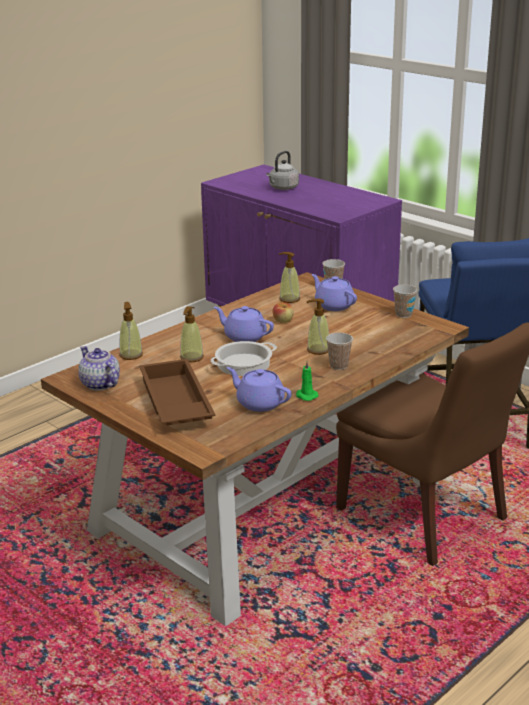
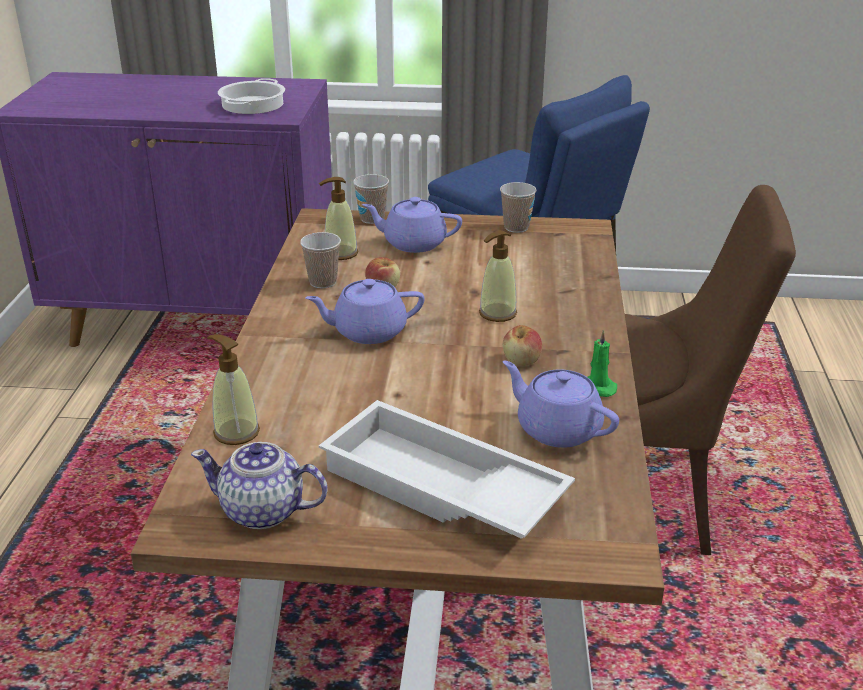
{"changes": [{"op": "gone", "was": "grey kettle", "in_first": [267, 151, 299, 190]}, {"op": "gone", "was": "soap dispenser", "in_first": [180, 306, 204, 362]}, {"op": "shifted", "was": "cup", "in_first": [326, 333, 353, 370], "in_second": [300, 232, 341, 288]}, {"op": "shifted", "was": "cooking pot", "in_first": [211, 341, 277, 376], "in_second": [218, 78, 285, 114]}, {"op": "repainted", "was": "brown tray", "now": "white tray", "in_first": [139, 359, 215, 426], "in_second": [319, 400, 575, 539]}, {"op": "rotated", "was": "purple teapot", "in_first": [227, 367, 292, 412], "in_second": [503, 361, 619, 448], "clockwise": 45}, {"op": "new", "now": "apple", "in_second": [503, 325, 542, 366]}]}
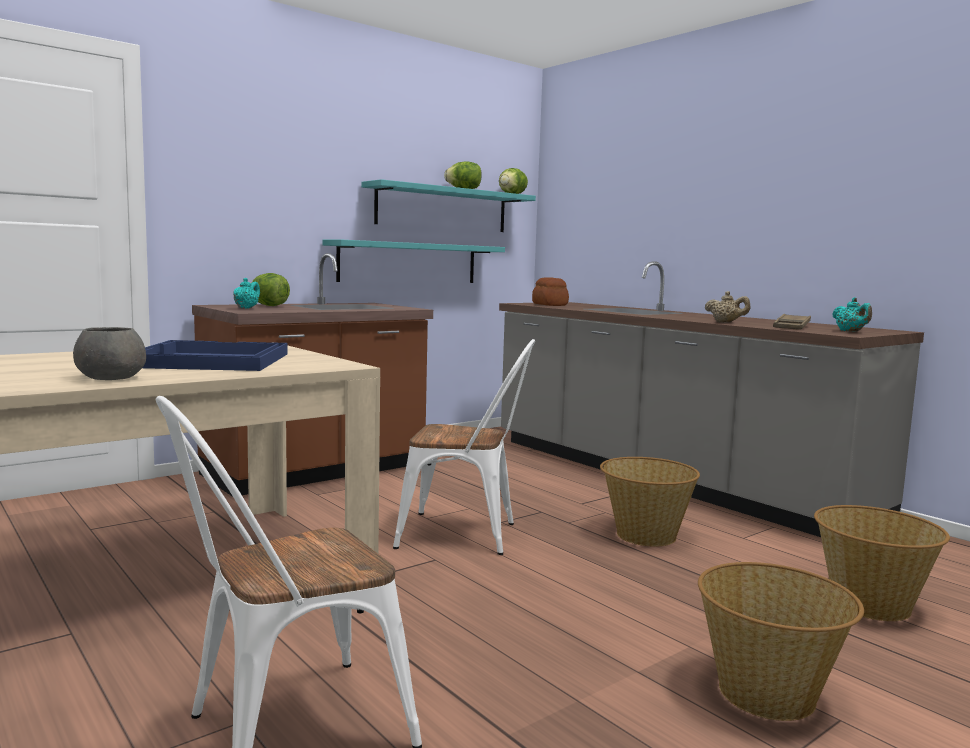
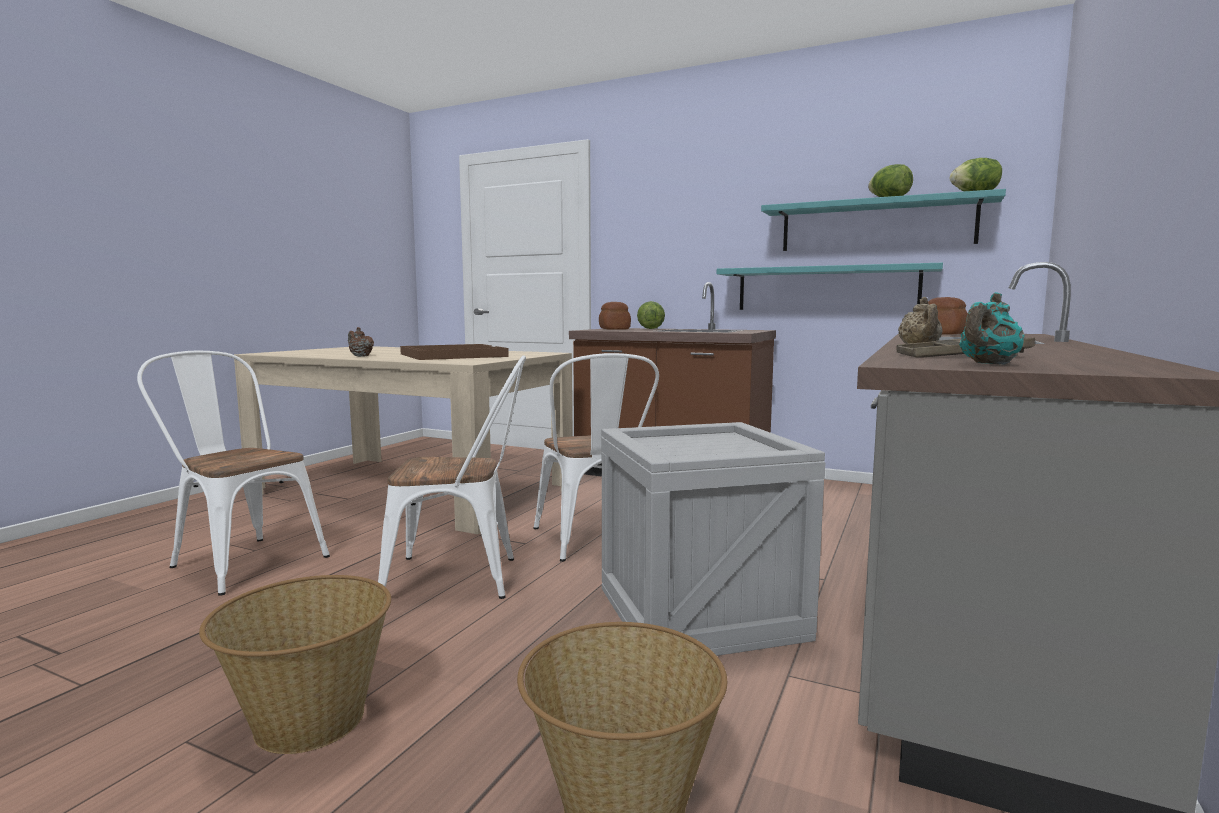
{"changes": [{"op": "swapped", "was": "turquoise teapot", "now": "bread", "in_first": [233, 278, 260, 309], "in_second": [599, 302, 631, 330]}, {"op": "swapped", "was": "grey bowl", "now": "brown teapot", "in_first": [73, 327, 146, 380], "in_second": [348, 327, 374, 357]}, {"op": "repainted", "was": "blue tray", "now": "brown tray", "in_first": [143, 340, 288, 371], "in_second": [400, 344, 509, 360]}, {"op": "swapped", "was": "basket", "now": "crate", "in_first": [600, 457, 700, 547], "in_second": [602, 422, 826, 656]}, {"op": "new", "now": "white chair", "in_second": [378, 356, 526, 599]}]}
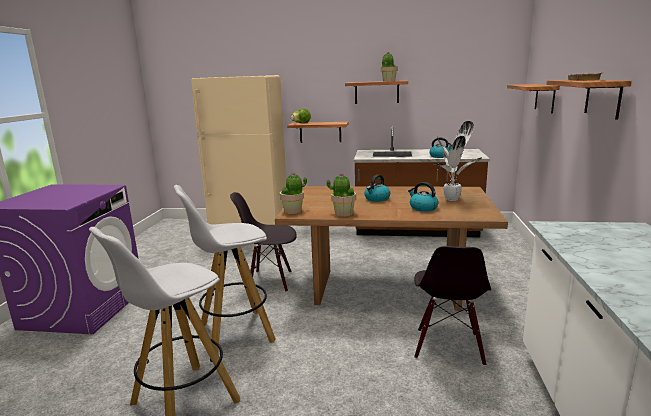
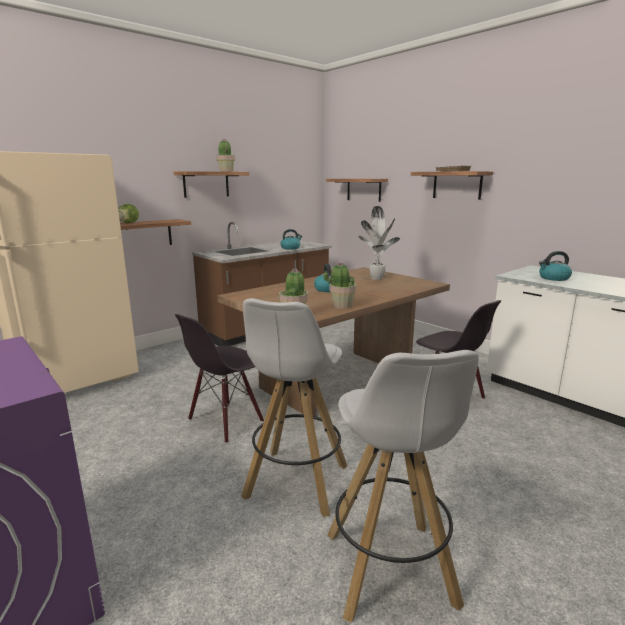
{"changes": [{"op": "shifted", "was": "kettle", "in_first": [408, 182, 439, 212], "in_second": [539, 251, 572, 281]}]}
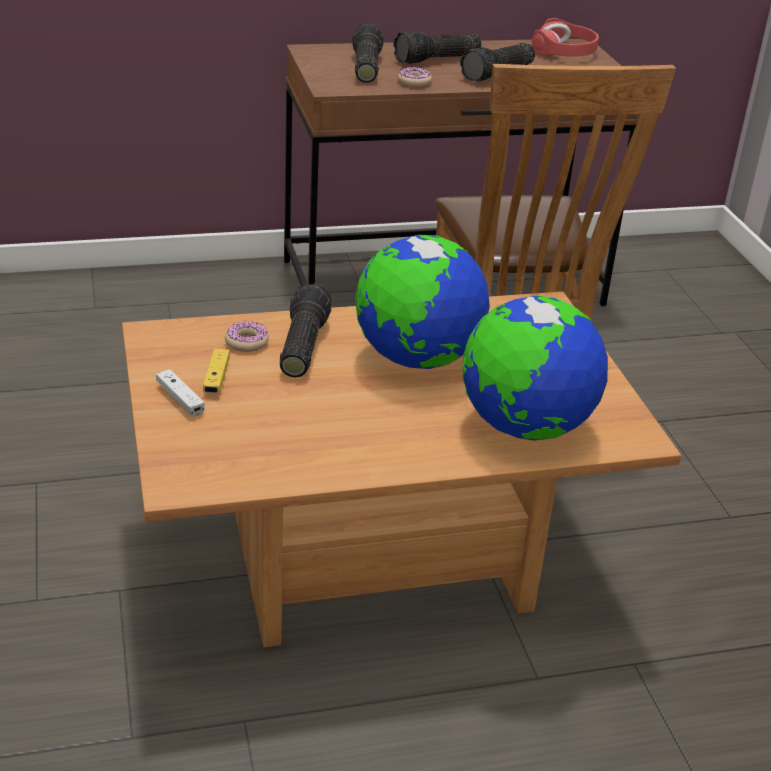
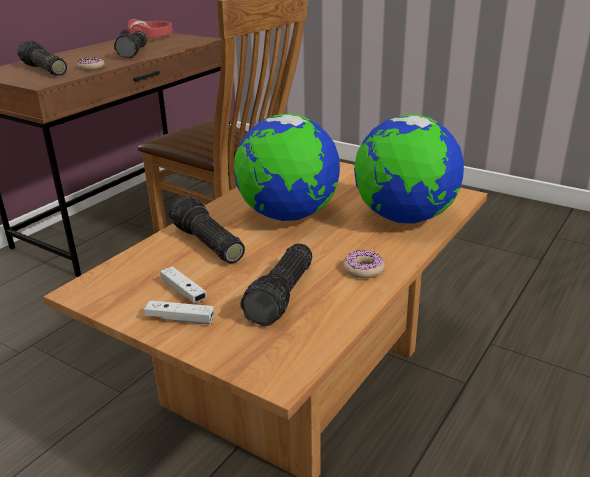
{"changes": [{"op": "shifted", "was": "flashlight", "in_first": [393, 31, 482, 64], "in_second": [240, 243, 312, 326]}, {"op": "shifted", "was": "donut", "in_first": [225, 321, 269, 352], "in_second": [343, 250, 384, 279]}, {"op": "repainted", "was": "yellow game controller", "now": "white game controller", "in_first": [203, 349, 230, 394], "in_second": [160, 266, 207, 303]}]}
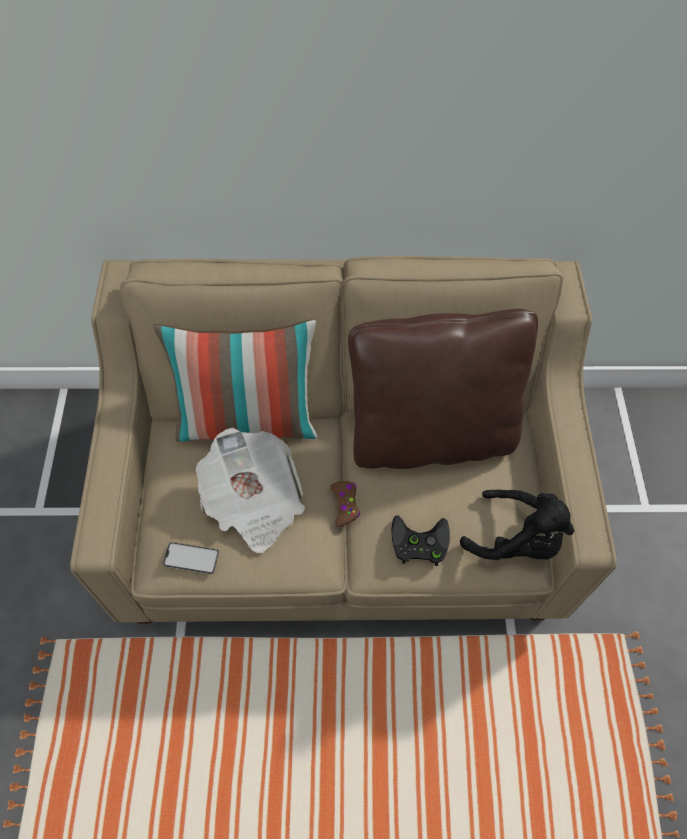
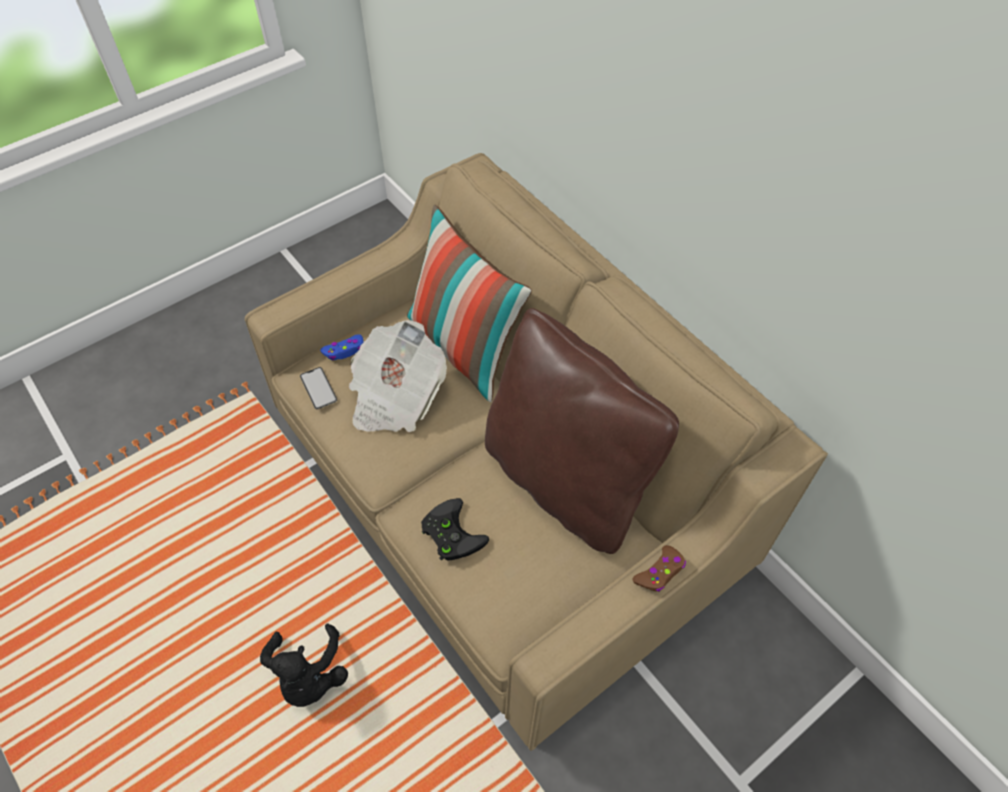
{"changes": [{"op": "shifted", "was": "brown game controller", "in_first": [330, 481, 360, 527], "in_second": [632, 545, 686, 592]}, {"op": "shifted", "was": "black plush toy", "in_first": [460, 490, 574, 560], "in_second": [260, 624, 348, 707]}, {"op": "new", "now": "blue game controller", "in_second": [320, 334, 364, 361]}]}
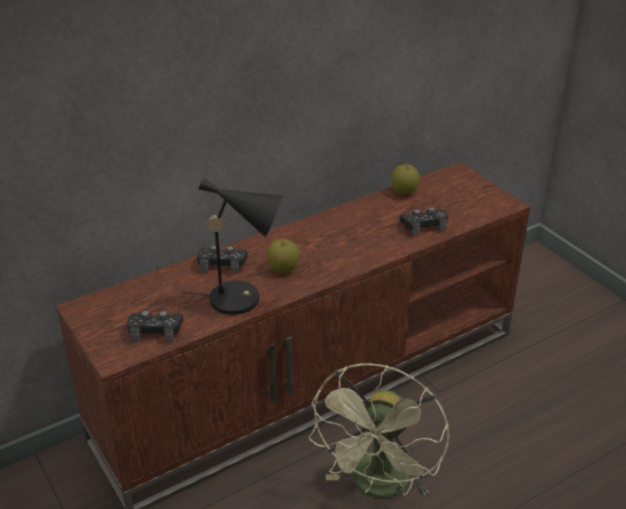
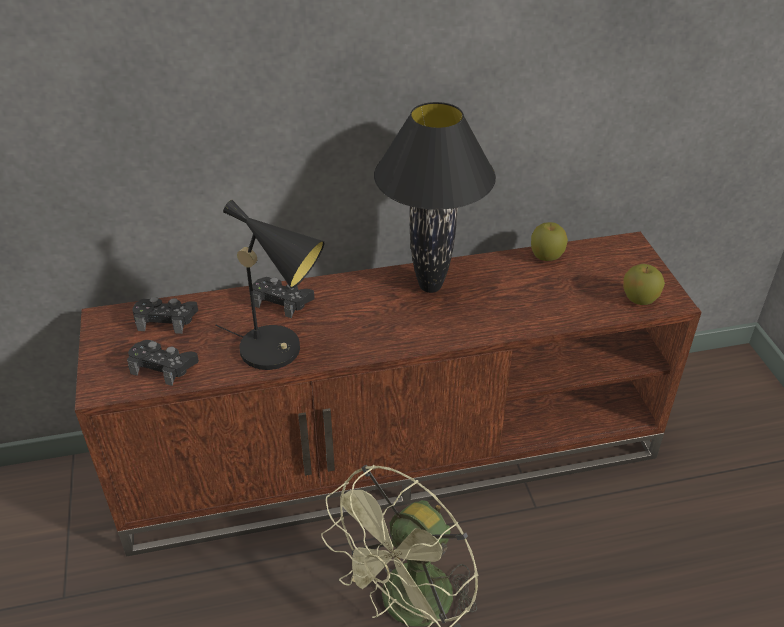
{"changes": [{"op": "shifted", "was": "black game controller", "in_first": [400, 207, 448, 236], "in_second": [132, 297, 198, 334]}, {"op": "shifted", "was": "apple", "in_first": [266, 239, 300, 273], "in_second": [623, 264, 665, 305]}, {"op": "new", "now": "black table lamp", "in_second": [374, 102, 496, 293]}]}
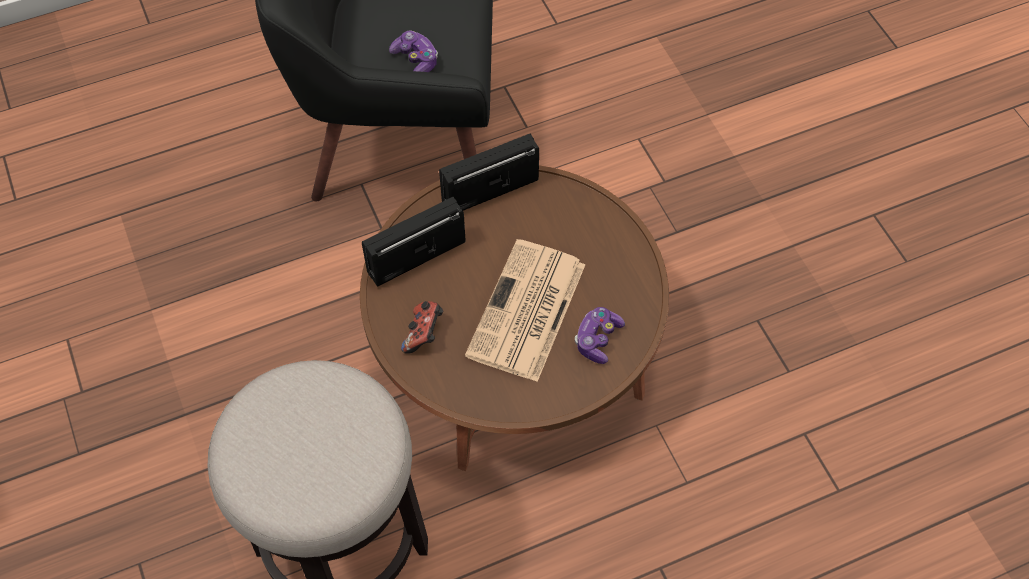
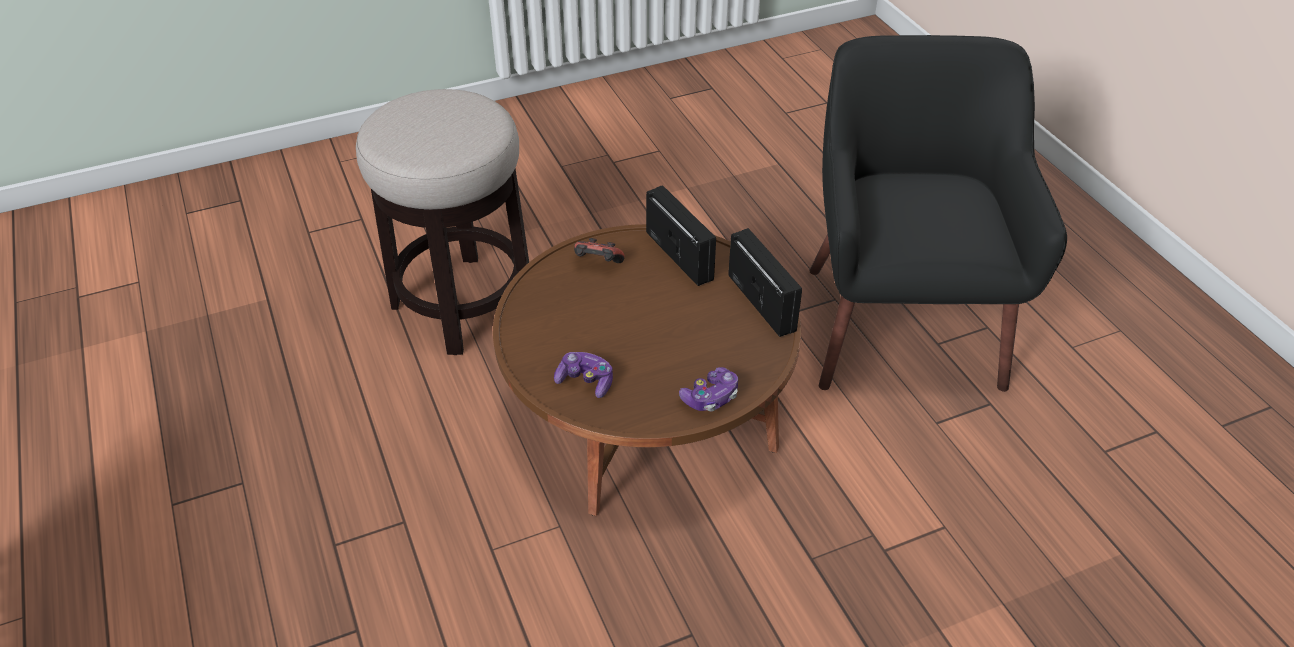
{"changes": [{"op": "shifted", "was": "game controller", "in_first": [389, 31, 438, 72], "in_second": [679, 367, 738, 411]}, {"op": "gone", "was": "newspaper", "in_first": [465, 239, 585, 382]}]}
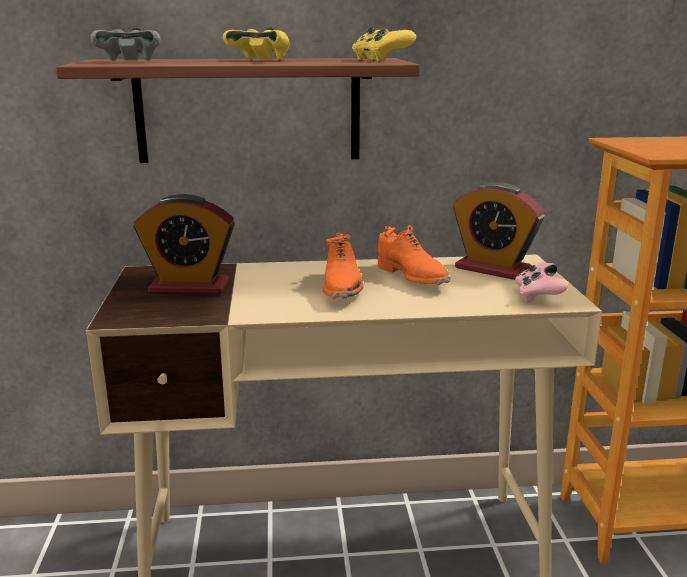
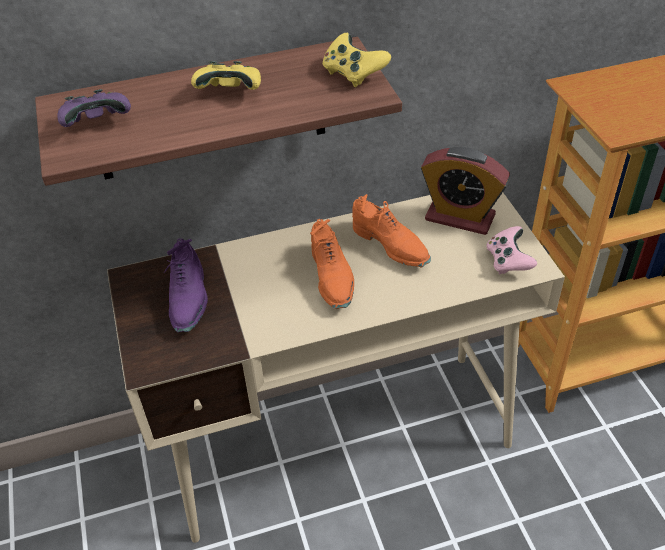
{"changes": [{"op": "repainted", "was": "grey game controller", "now": "purple game controller", "in_first": [90, 28, 161, 61], "in_second": [57, 89, 131, 127]}, {"op": "swapped", "was": "alarm clock", "now": "purple shoe", "in_first": [134, 194, 235, 294], "in_second": [164, 238, 208, 332]}]}
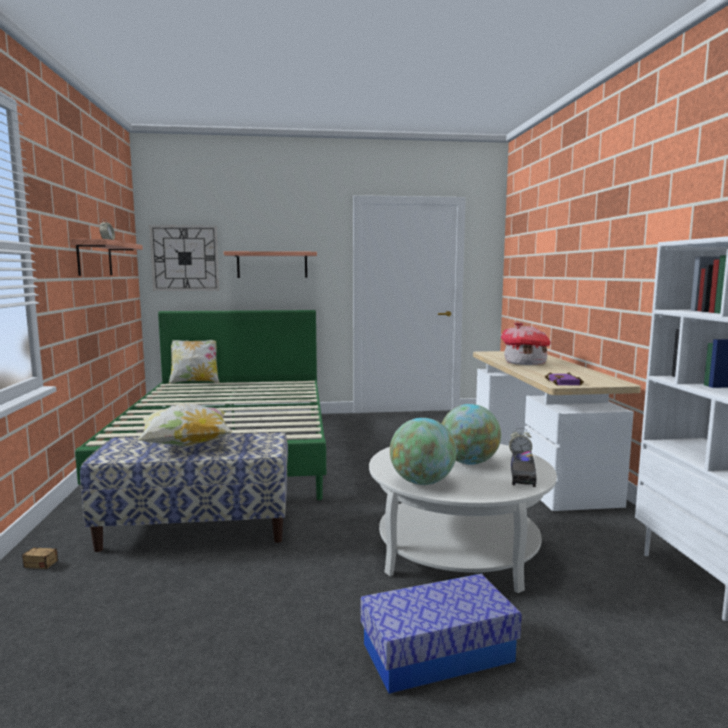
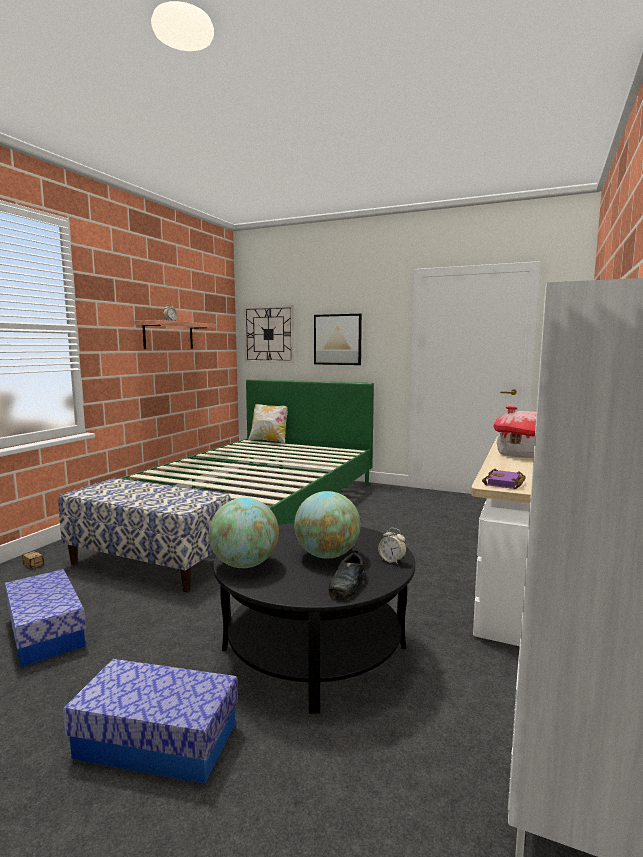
{"changes": [{"op": "swapped", "was": "shelf", "now": "picture", "in_first": [224, 251, 317, 278], "in_second": [314, 314, 362, 365]}, {"op": "gone", "was": "pillow", "in_first": [138, 404, 233, 446]}, {"op": "repainted", "was": "white coffee table", "now": "black coffee table", "in_first": [369, 444, 557, 593], "in_second": [213, 523, 415, 713]}, {"op": "swapped", "was": "toy truck", "now": "black shoe", "in_first": [511, 451, 537, 487], "in_second": [328, 550, 364, 600]}, {"op": "new", "now": "storage box", "in_second": [5, 569, 86, 667]}]}
